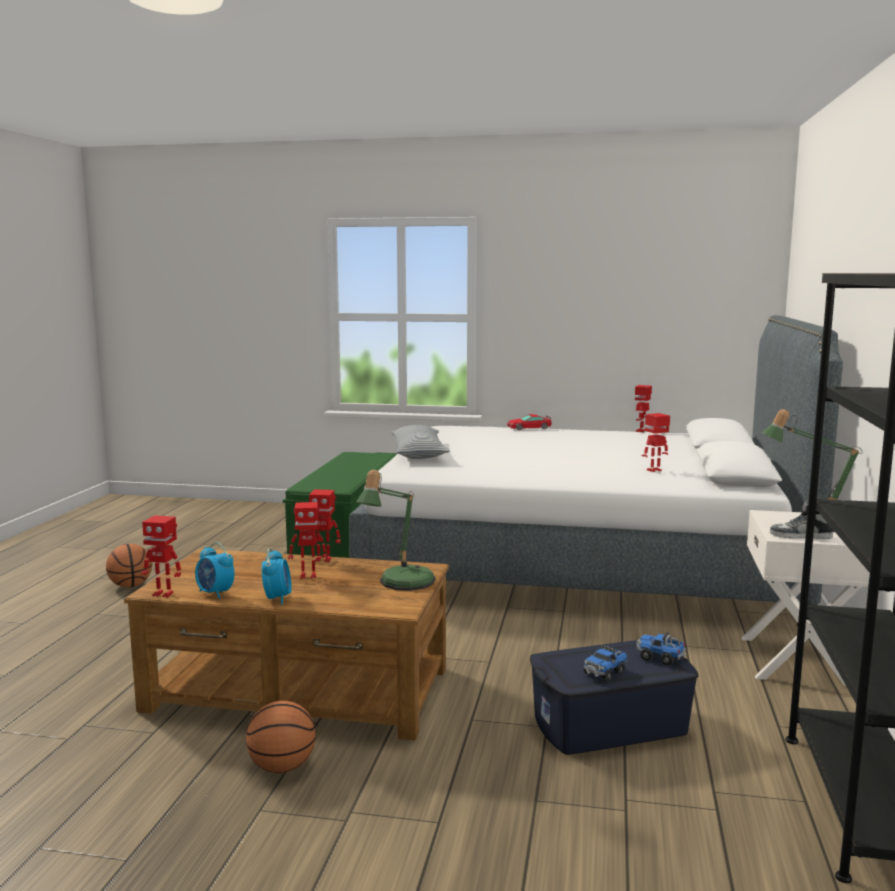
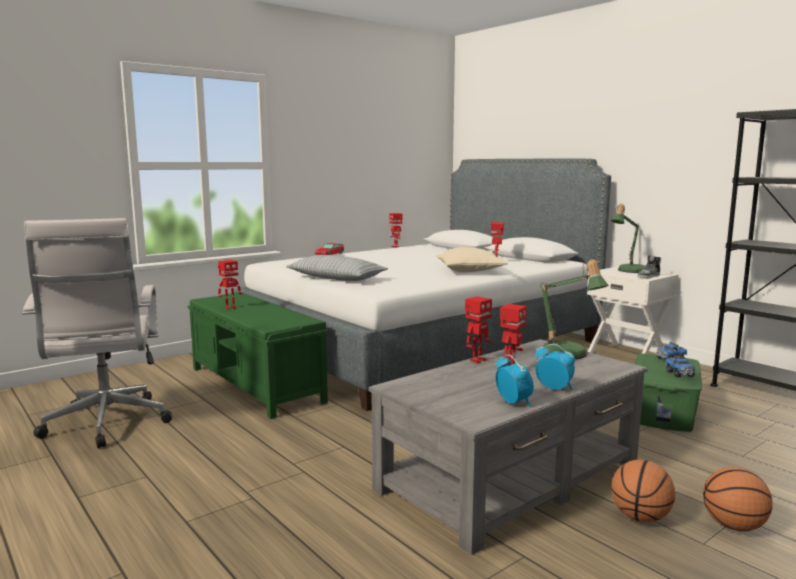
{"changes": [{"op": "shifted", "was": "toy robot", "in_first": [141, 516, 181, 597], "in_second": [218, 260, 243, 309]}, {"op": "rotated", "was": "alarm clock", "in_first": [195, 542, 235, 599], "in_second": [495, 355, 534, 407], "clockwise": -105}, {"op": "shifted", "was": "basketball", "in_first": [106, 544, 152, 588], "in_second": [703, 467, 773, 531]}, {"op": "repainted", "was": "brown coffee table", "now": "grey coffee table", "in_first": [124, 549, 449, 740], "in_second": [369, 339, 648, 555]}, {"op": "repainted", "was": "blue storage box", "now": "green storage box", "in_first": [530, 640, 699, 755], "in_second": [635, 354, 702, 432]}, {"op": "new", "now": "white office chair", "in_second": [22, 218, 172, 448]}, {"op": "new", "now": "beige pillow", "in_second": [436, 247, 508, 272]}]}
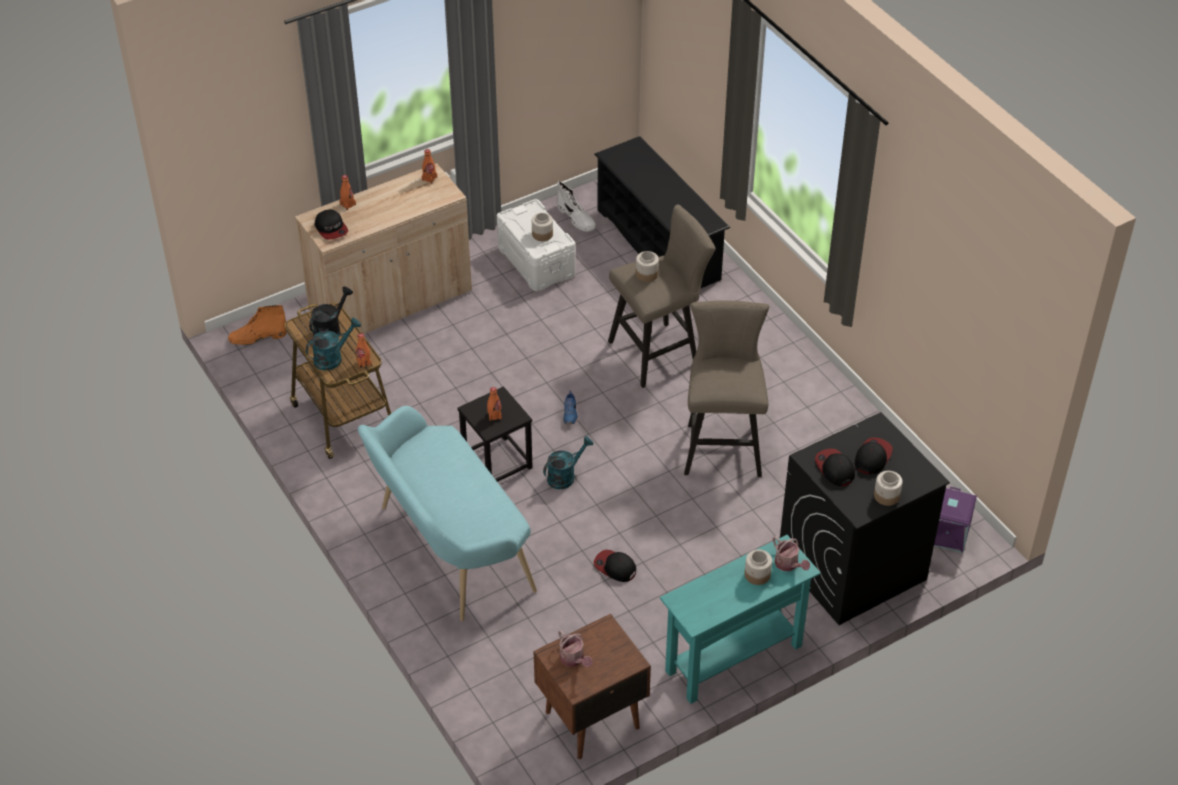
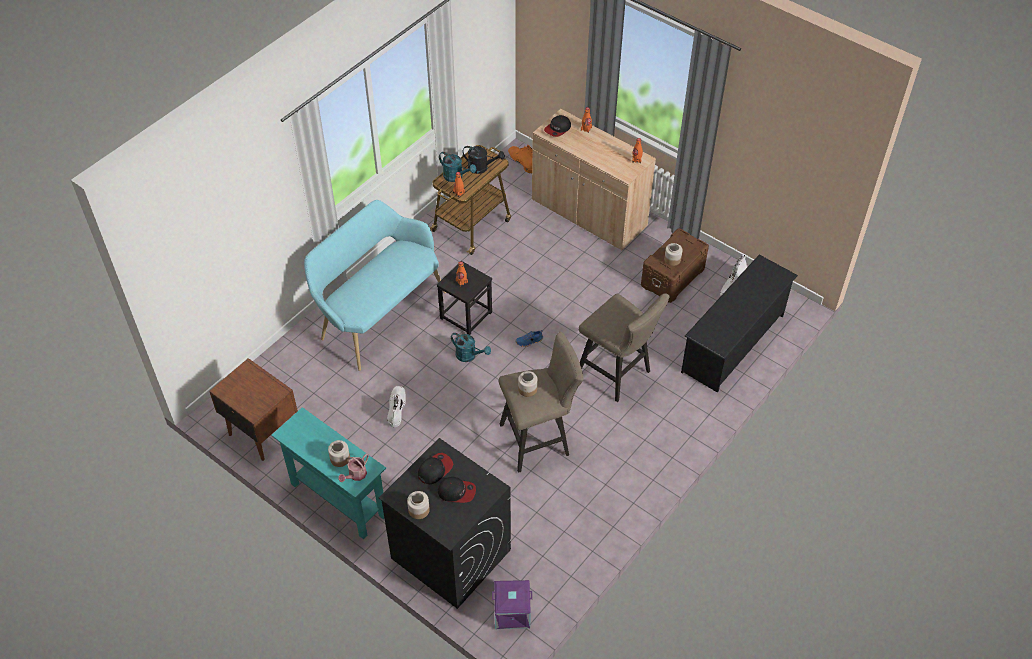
{"changes": [{"op": "repainted", "was": "white storage box", "now": "brown storage box", "in_first": [497, 199, 575, 291], "in_second": [641, 228, 709, 303]}, {"op": "shifted", "was": "jar", "in_first": [636, 251, 659, 282], "in_second": [518, 371, 538, 397]}, {"op": "swapped", "was": "cap", "now": "white boot", "in_first": [594, 550, 636, 582], "in_second": [387, 386, 406, 427]}, {"op": "gone", "was": "watering can", "in_first": [558, 630, 592, 667]}]}
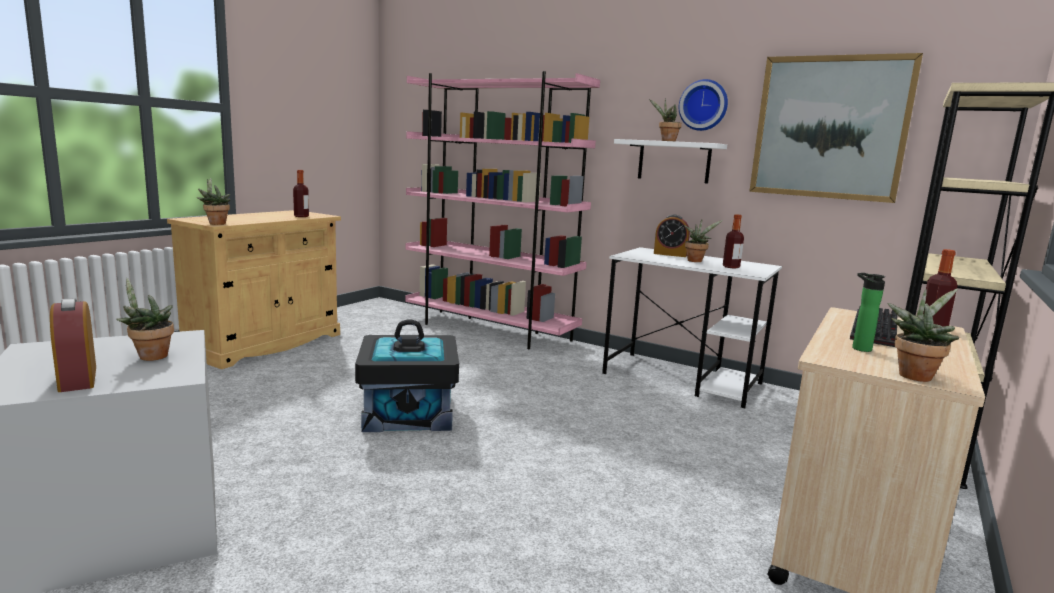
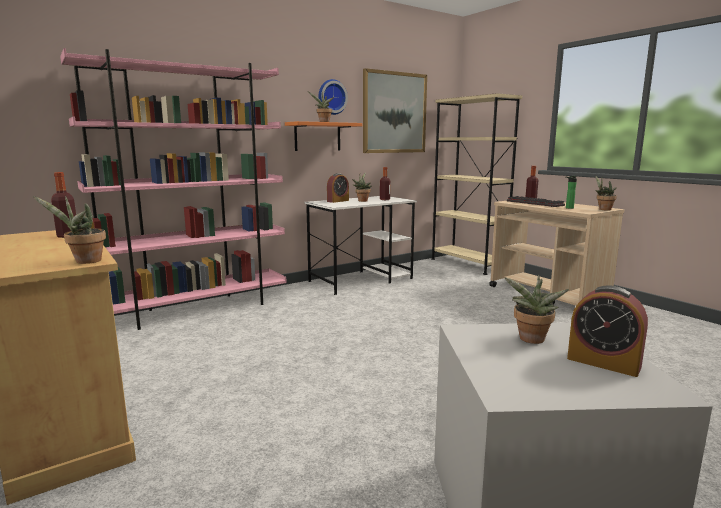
{"changes": [{"op": "repainted", "was": "white shelf", "now": "orange shelf", "in_first": [614, 139, 727, 184], "in_second": [285, 121, 362, 151]}, {"op": "rotated", "was": "alarm clock", "in_first": [50, 298, 96, 392], "in_second": [567, 285, 648, 377], "clockwise": 45}, {"op": "gone", "was": "black storage box", "in_first": [355, 319, 459, 432]}]}
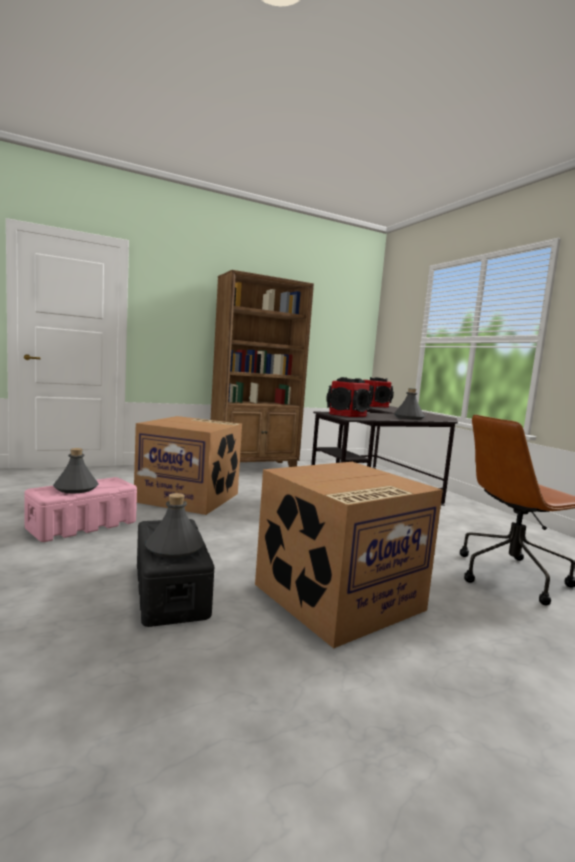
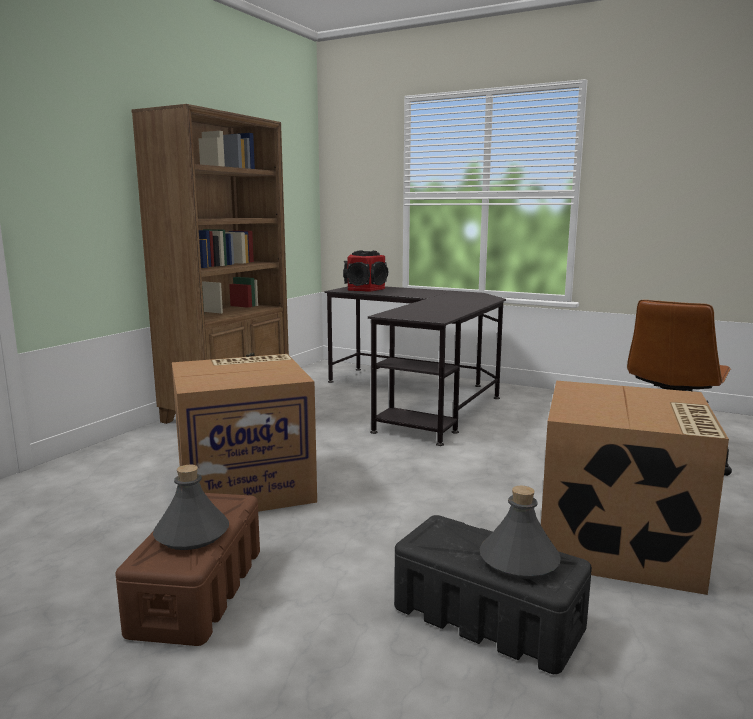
{"changes": [{"op": "gone", "was": "speaker", "in_first": [326, 377, 372, 417]}, {"op": "gone", "was": "grey bottle", "in_first": [394, 388, 425, 420]}, {"op": "repainted", "was": "pink storage box", "now": "brown storage box", "in_first": [24, 477, 137, 542], "in_second": [115, 493, 260, 646]}]}
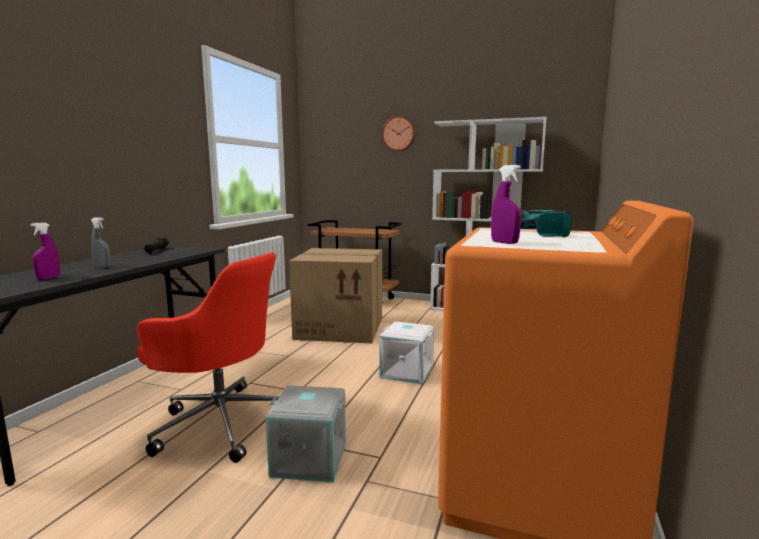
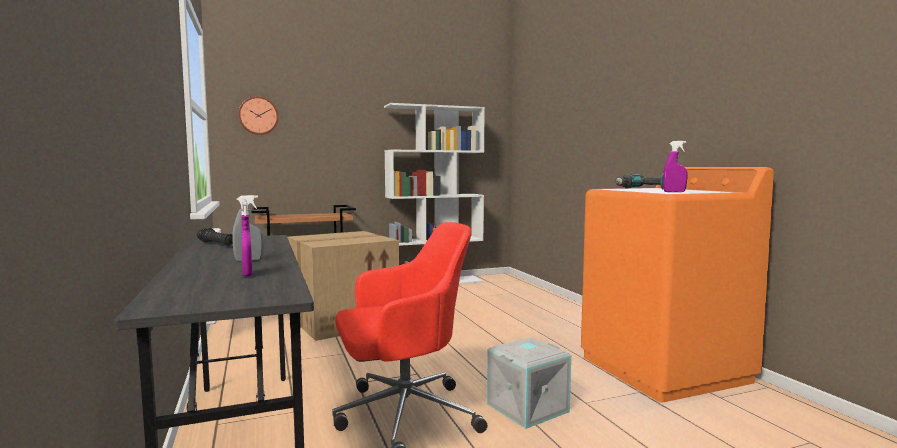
{"changes": [{"op": "shifted", "was": "wall clock", "in_first": [382, 116, 416, 151], "in_second": [238, 96, 278, 135]}, {"op": "gone", "was": "white storage box", "in_first": [379, 322, 434, 384]}]}
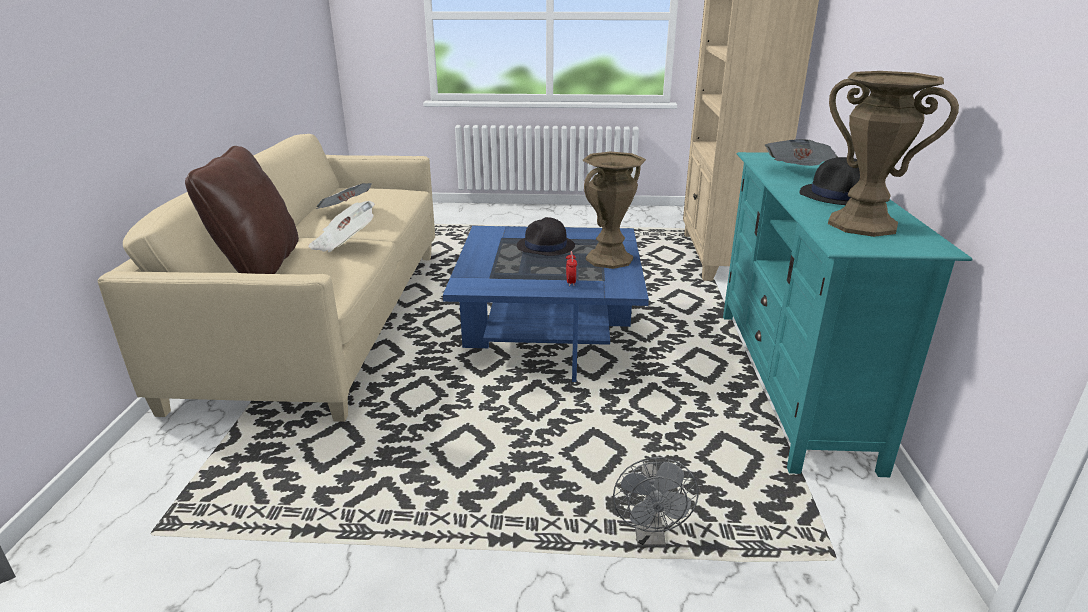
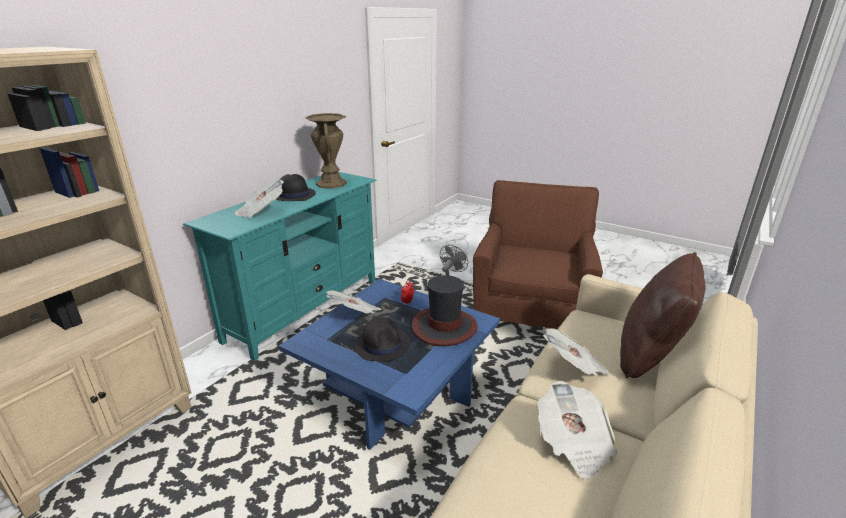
{"changes": [{"op": "swapped", "was": "brown vase", "now": "newspaper", "in_first": [582, 151, 646, 269], "in_second": [326, 290, 382, 314]}, {"op": "new", "now": "brown armchair", "in_second": [473, 180, 603, 329]}, {"op": "new", "now": "hat", "in_second": [412, 275, 478, 346]}]}
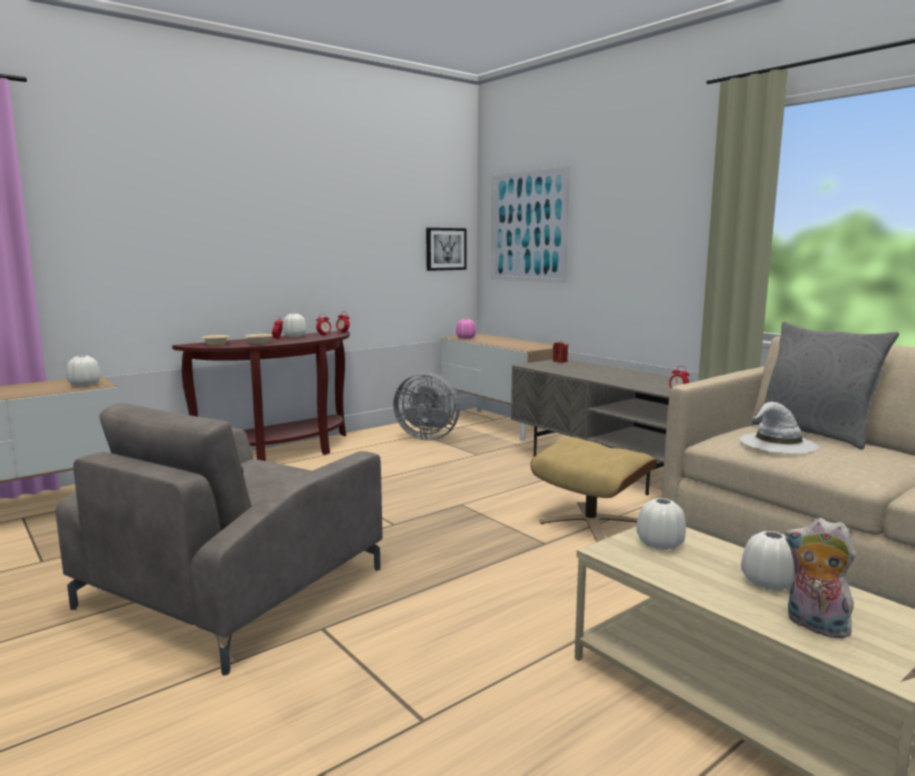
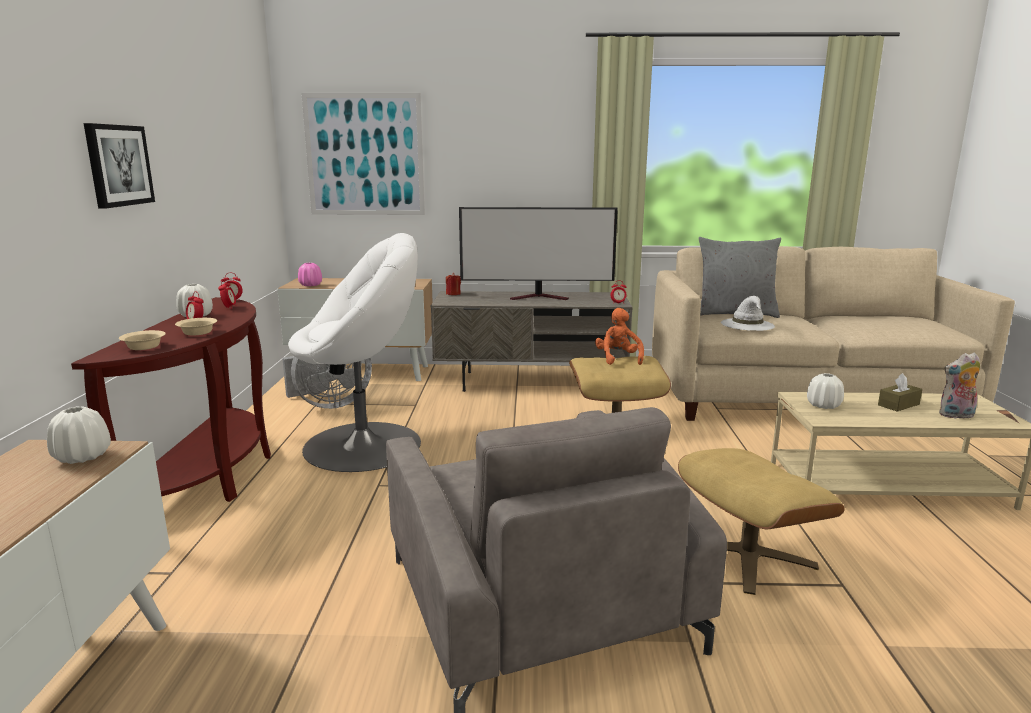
{"changes": [{"op": "shifted", "was": "picture", "in_first": [426, 228, 466, 271], "in_second": [84, 123, 155, 209]}, {"op": "swapped", "was": "white vase", "now": "brown tissue box", "in_first": [741, 531, 794, 591], "in_second": [878, 373, 922, 412]}, {"op": "new", "now": "television", "in_second": [459, 207, 618, 300]}, {"op": "new", "now": "white armchair", "in_second": [288, 233, 421, 472]}, {"op": "new", "now": "orange plush toy", "in_second": [595, 308, 644, 365]}, {"op": "new", "now": "beige ottoman", "in_second": [678, 448, 845, 595]}]}
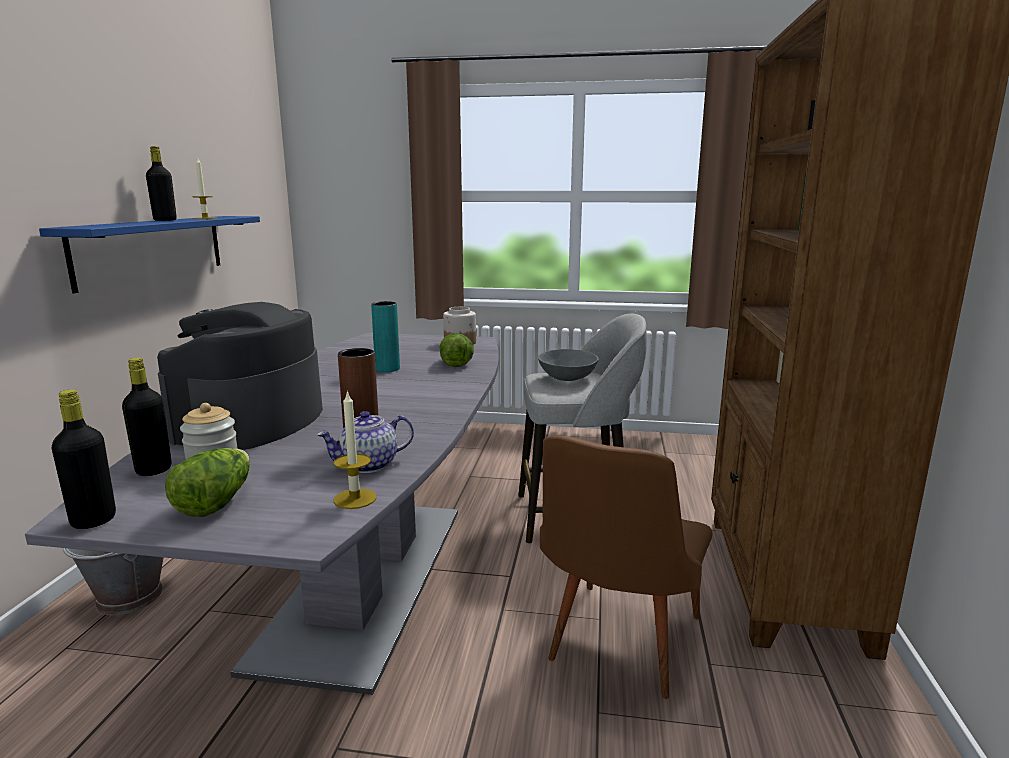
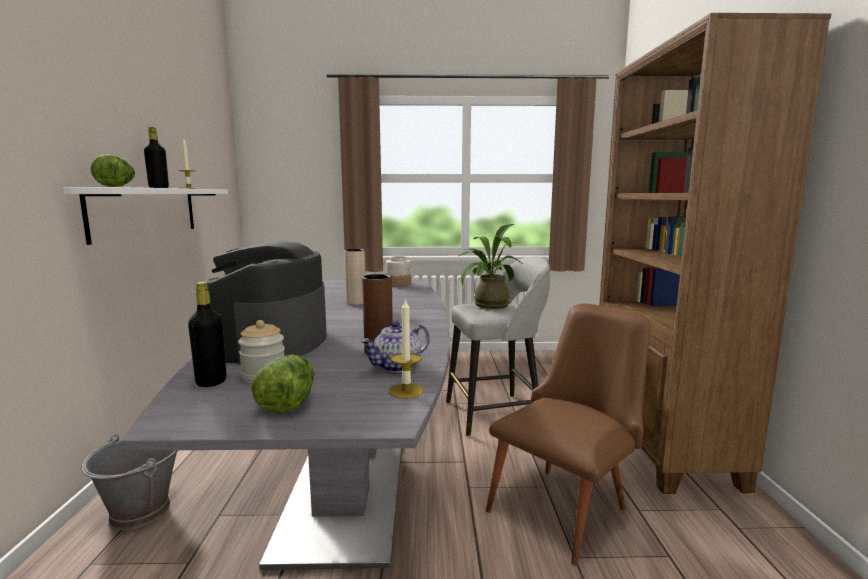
{"changes": [{"op": "repainted", "was": "blue shelf", "now": "white shelf", "in_first": [39, 216, 260, 293], "in_second": [63, 187, 228, 245]}, {"op": "repainted", "was": "turquoise vase", "now": "beige vase", "in_first": [371, 301, 400, 372], "in_second": [344, 249, 365, 305]}, {"op": "shifted", "was": "lettuce", "in_first": [439, 333, 474, 367], "in_second": [91, 155, 135, 187]}, {"op": "swapped", "was": "grey bowl", "now": "potted plant", "in_first": [538, 349, 599, 381], "in_second": [459, 224, 523, 309]}, {"op": "gone", "was": "black bottle", "in_first": [51, 389, 116, 529]}, {"op": "rotated", "was": "brown chair", "in_first": [540, 436, 713, 699], "in_second": [486, 303, 651, 566], "clockwise": -150}]}
